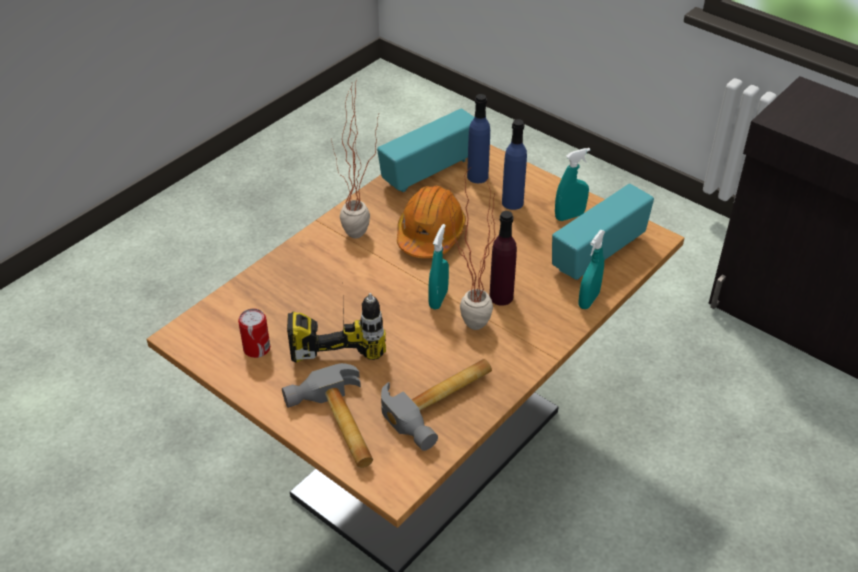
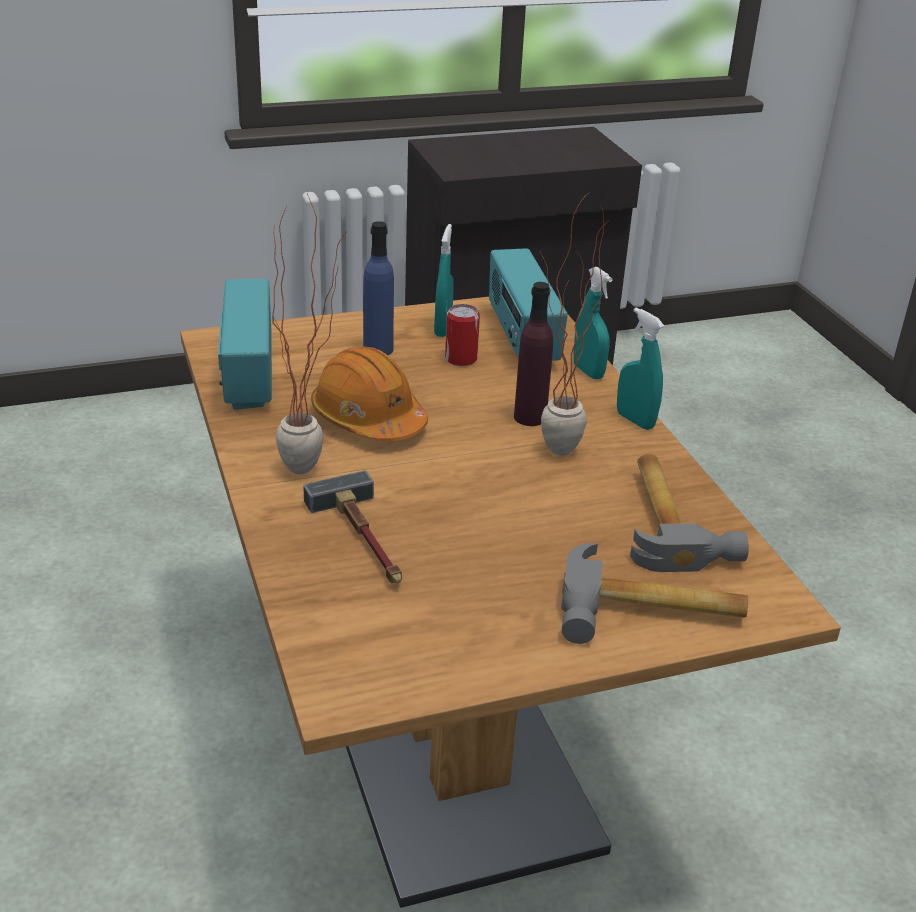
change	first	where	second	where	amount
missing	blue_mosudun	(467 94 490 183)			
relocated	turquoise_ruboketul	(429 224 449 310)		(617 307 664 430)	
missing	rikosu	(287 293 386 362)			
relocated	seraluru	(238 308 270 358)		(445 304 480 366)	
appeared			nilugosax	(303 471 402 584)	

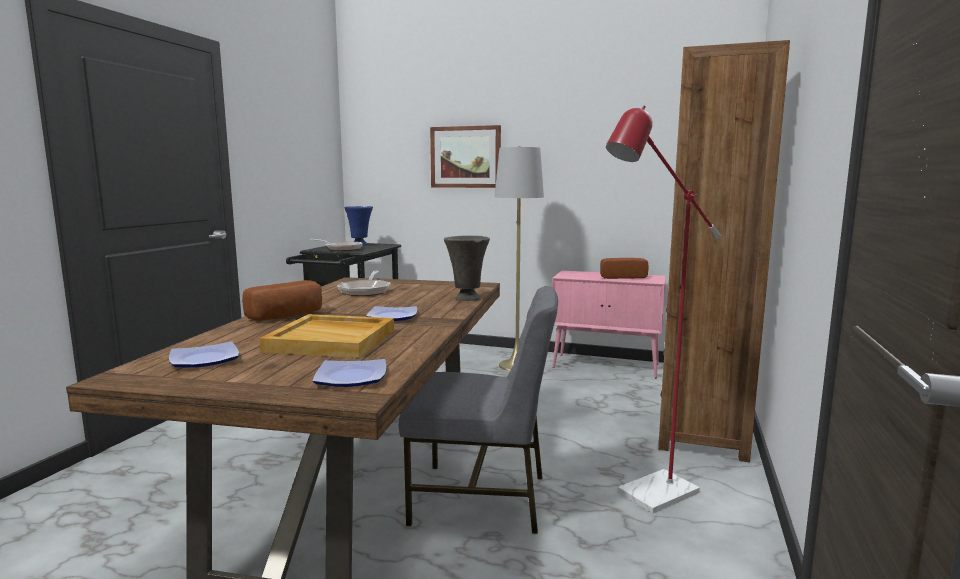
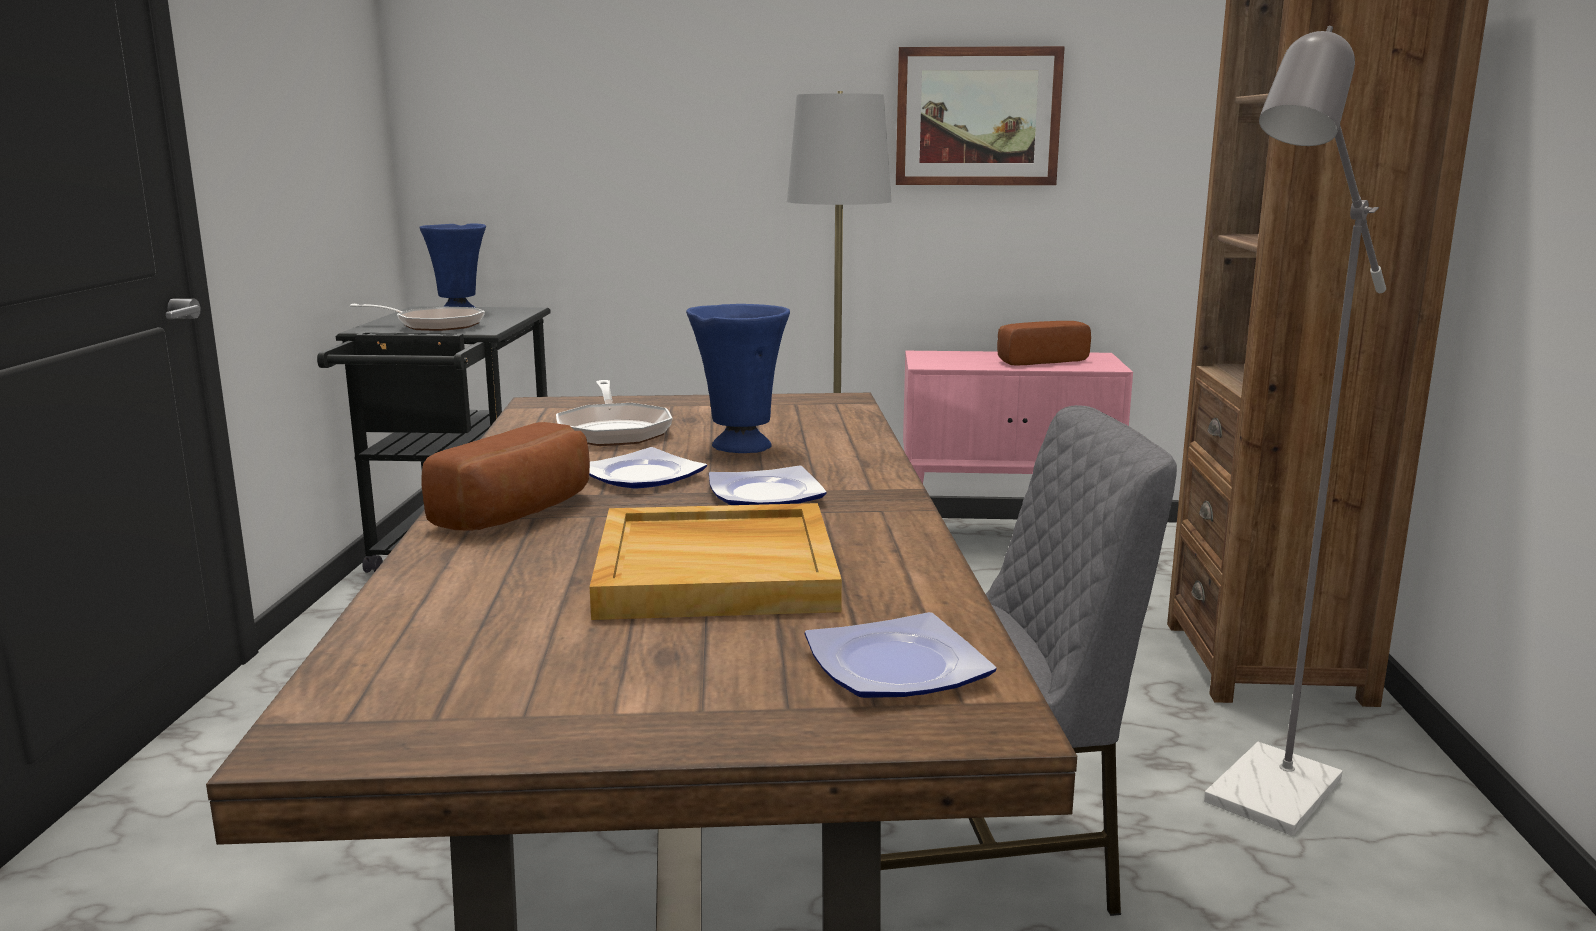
change	first	where	second	where	amount
colour	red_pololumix	(606 105 721 514)	grey_pololumix	(1204 26 1386 836)	
relocated	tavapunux	(430 125 501 188)		(896 46 1065 185)	
missing	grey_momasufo	(444 235 490 301)			
relocated	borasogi	(169 342 239 368)		(589 447 707 489)	
appeared			blue_momasufo	(686 304 790 453)	

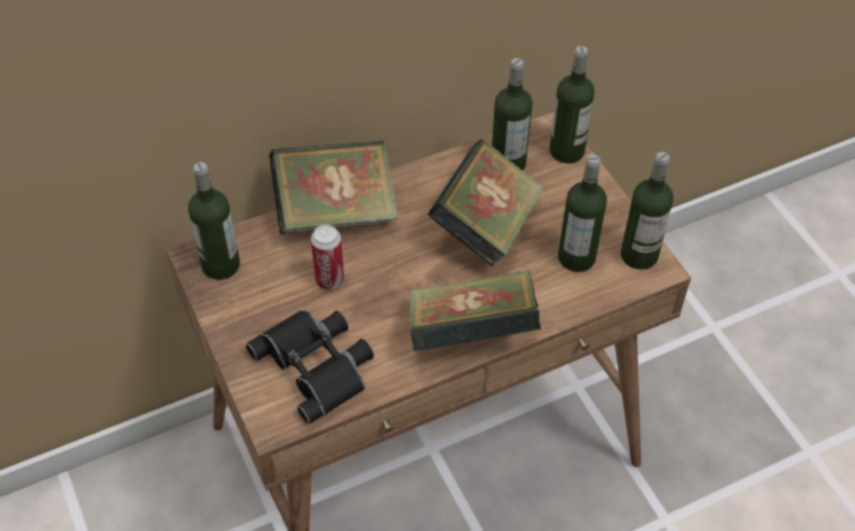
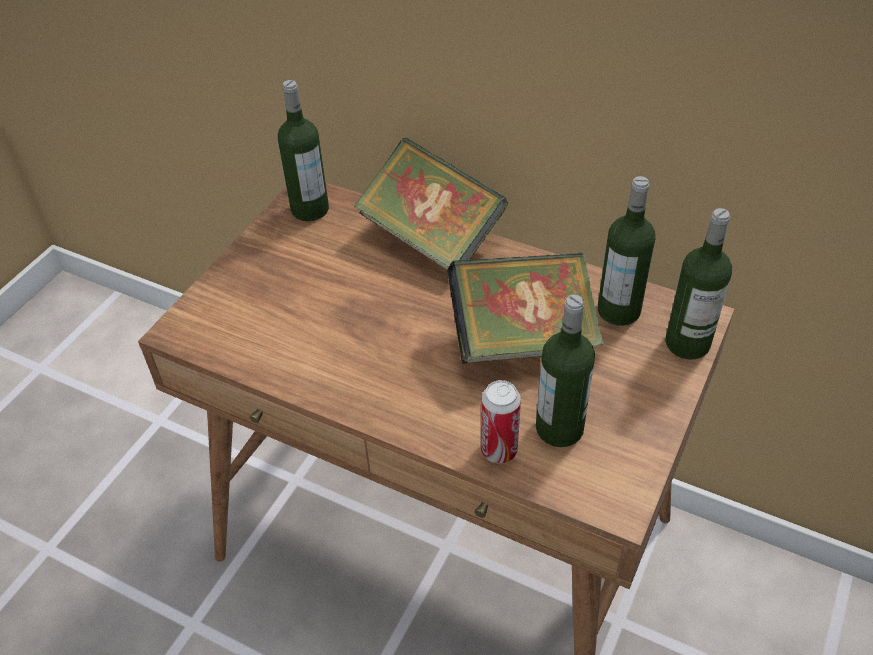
change	first	where	second	where	amount
missing	mosudun	(621 152 673 270)			
relocated	seraluru	(311 224 344 290)		(481 380 521 463)	
missing	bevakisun	(409 270 541 352)			
missing	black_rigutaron	(246 310 374 424)			

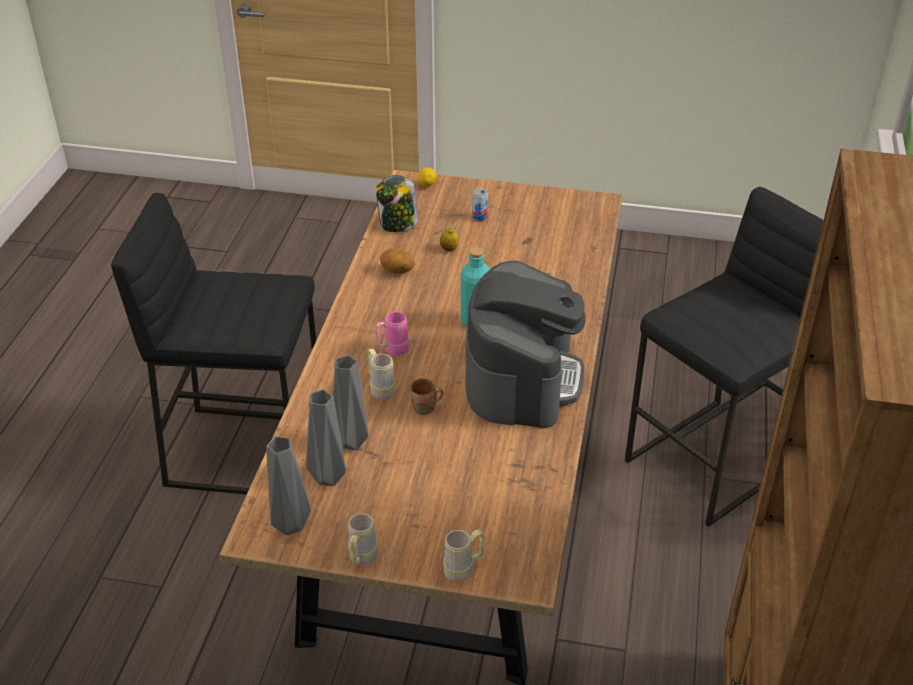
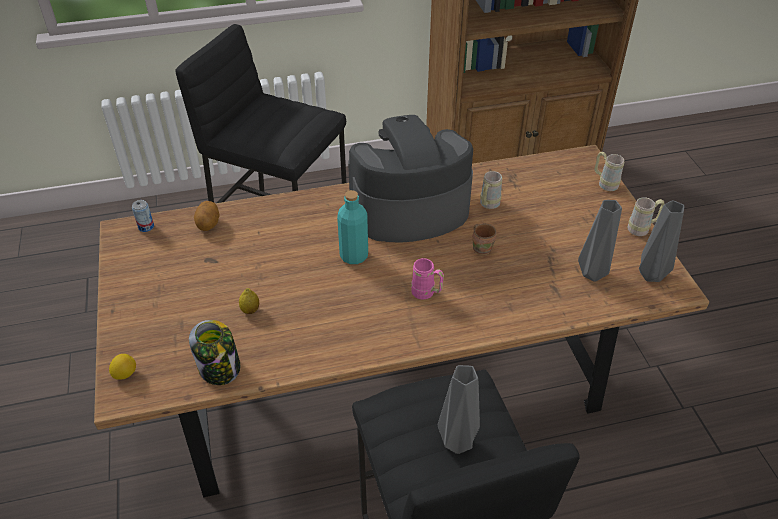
change	first	where	second	where	amount
relocated	seraluru	(472 188 488 221)		(132 200 154 232)	
relocated	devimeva	(380 249 415 274)		(194 201 220 231)	
relocated	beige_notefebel	(367 349 395 399)		(480 171 502 209)	
relocated	grey_momasufo	(333 355 369 450)		(438 365 480 454)	

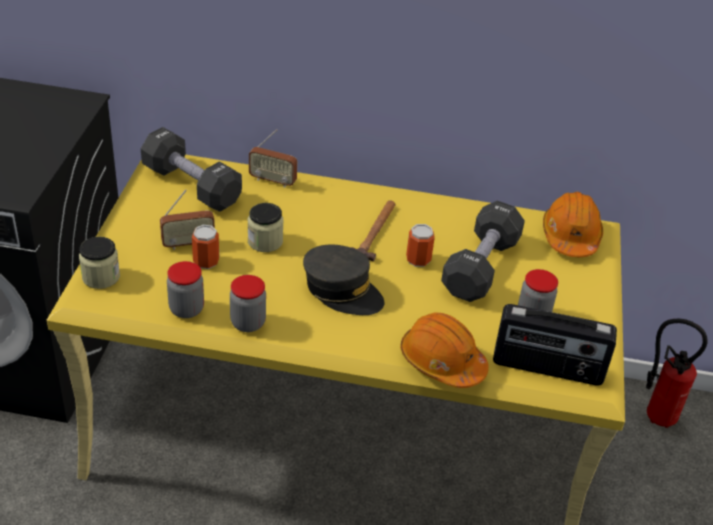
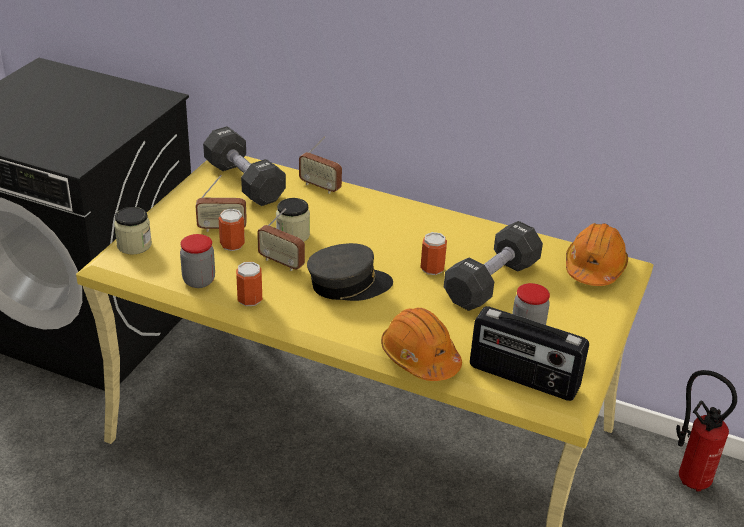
change	first	where	second	where	amount
missing	nilugosax	(351 200 395 261)			
spun	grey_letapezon	(303 245 384 315)		(307 243 393 301)	60 degrees counterclockwise
exchanged	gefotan	(230 275 266 332)	seraluru	(236 262 262 306)	
appeared			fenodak	(257 208 305 271)	

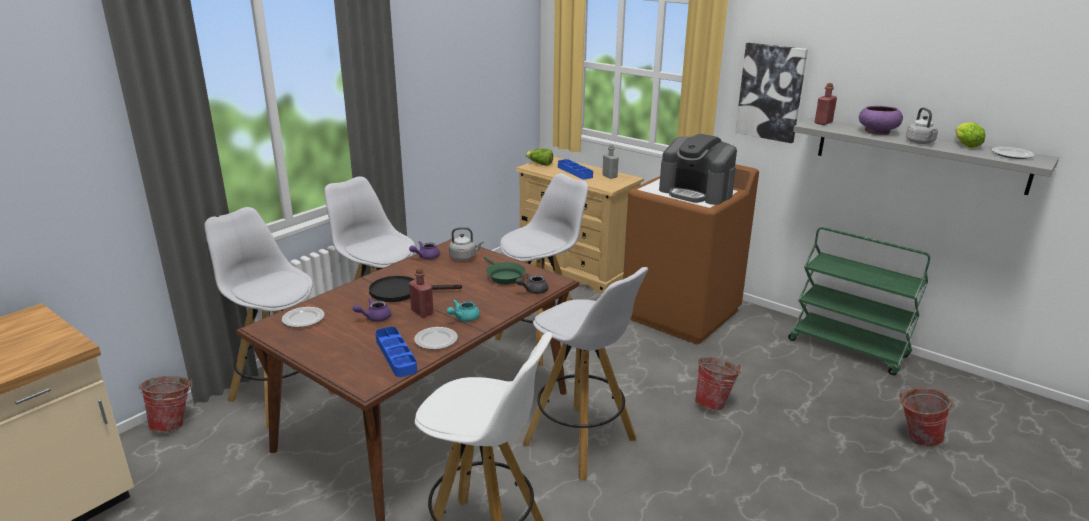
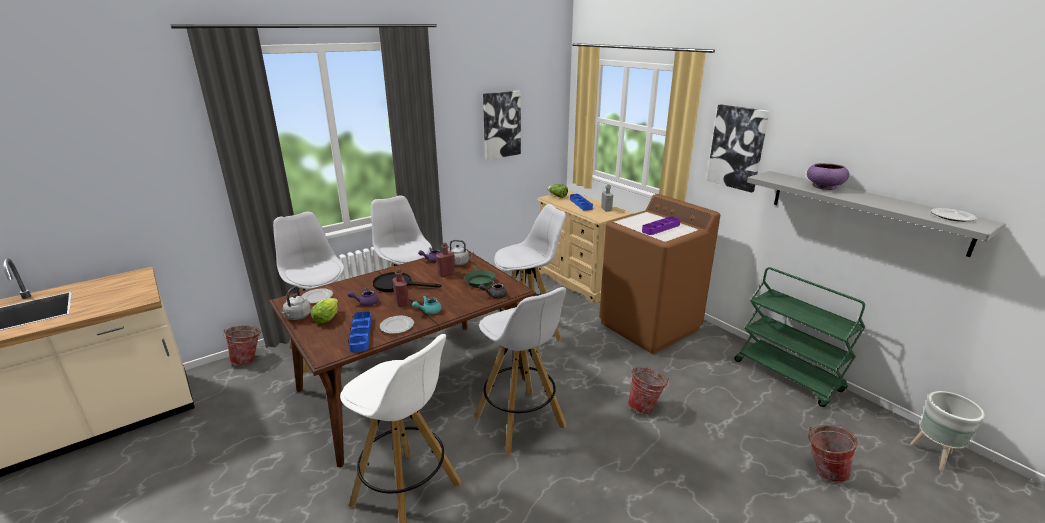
change	first	where	second	where	amount
relocated	red_mosudun	(815 83 837 125)		(436 243 455 277)	
relocated	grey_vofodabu	(906 107 938 144)		(281 286 311 320)	
relocated	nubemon	(955 122 986 148)		(311 298 338 323)	
exchanged	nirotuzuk	(659 134 737 205)	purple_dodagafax	(642 216 681 235)	
appeared			tavapunux	(483 91 521 160)	
appeared			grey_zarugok	(910 391 985 471)	

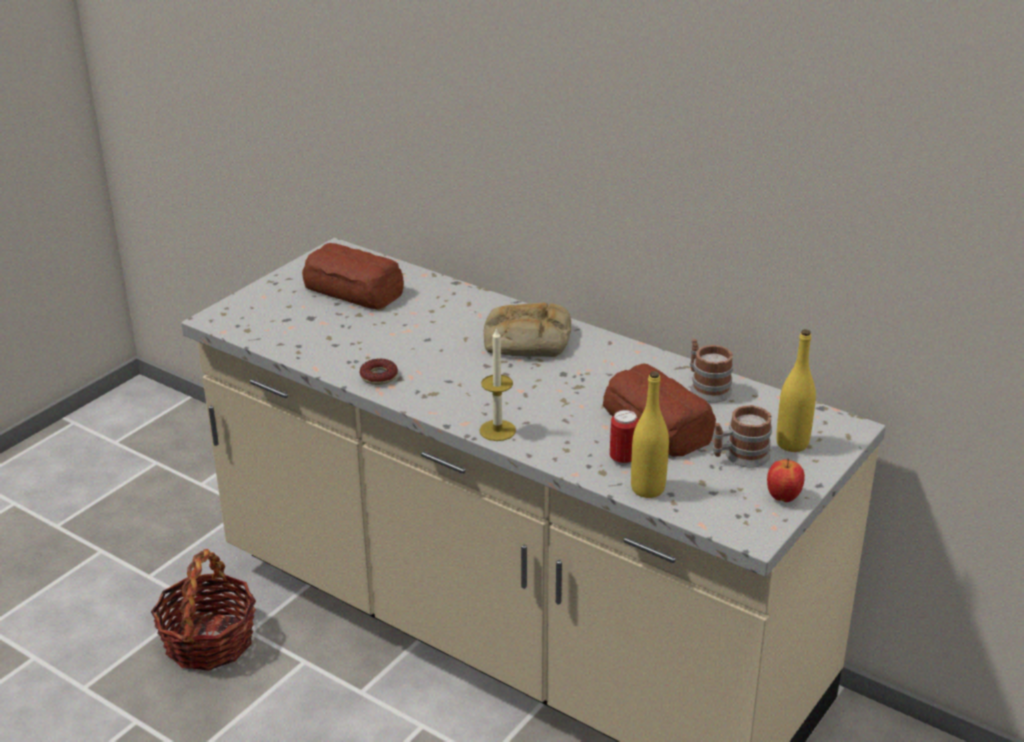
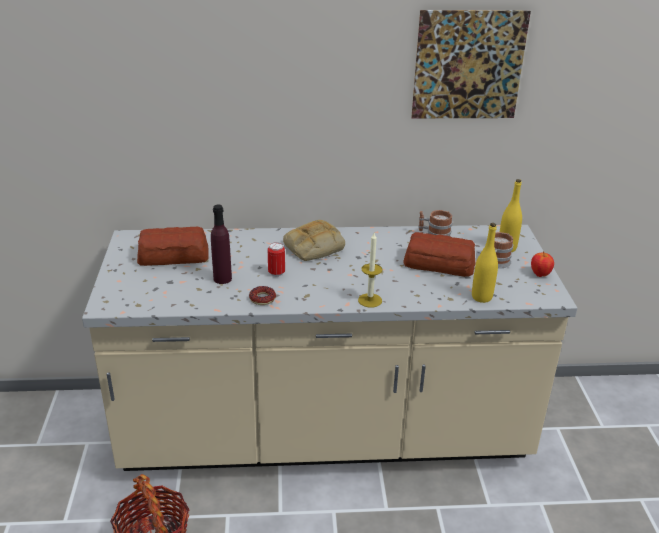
change	first	where	second	where	amount
relocated	seraluru	(610 410 639 466)		(268 242 285 277)	
appeared			tavapunux	(411 10 531 118)	
appeared			purple_mosudun	(211 204 232 284)	

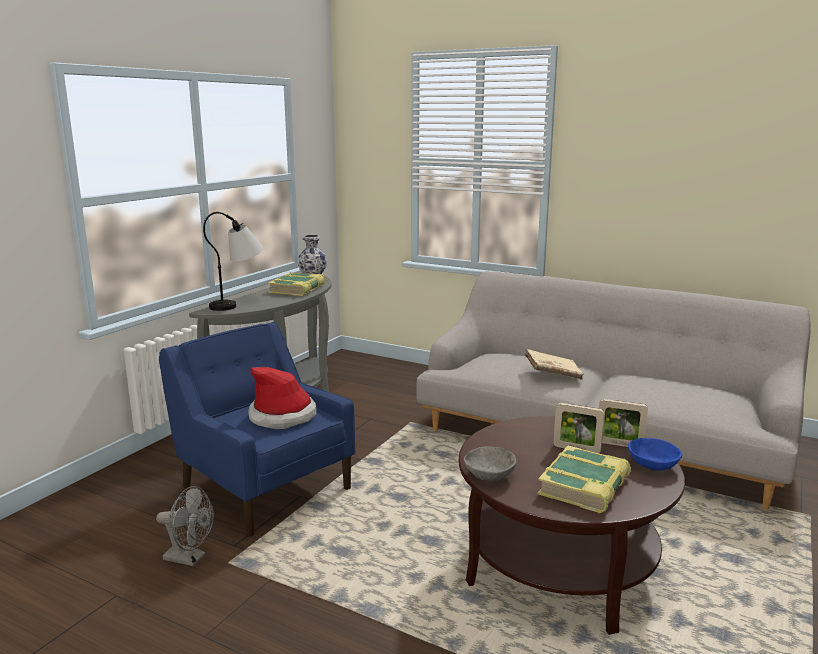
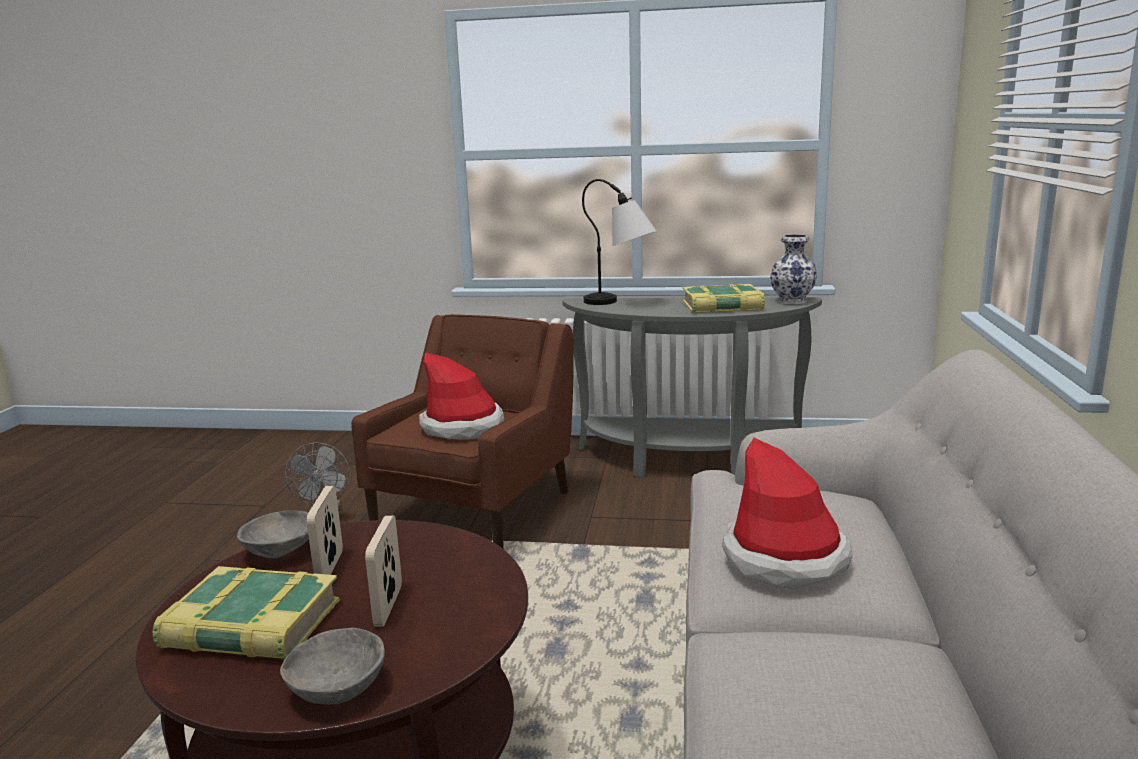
change	first	where	second	where	amount
colour	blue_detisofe	(159 322 355 537)	brown_detisofe	(351 314 574 549)	
exchanged	beige_bevakisun	(525 349 584 380)	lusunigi	(722 438 853 589)	
relocated	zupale	(599 399 648 447)		(307 486 343 575)	
colour	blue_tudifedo	(628 438 682 471)	grey_tudifedo	(280 628 385 705)	

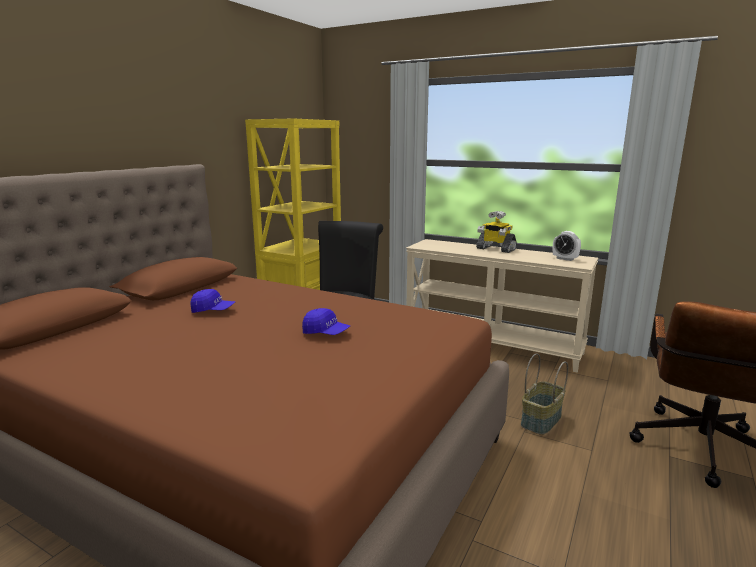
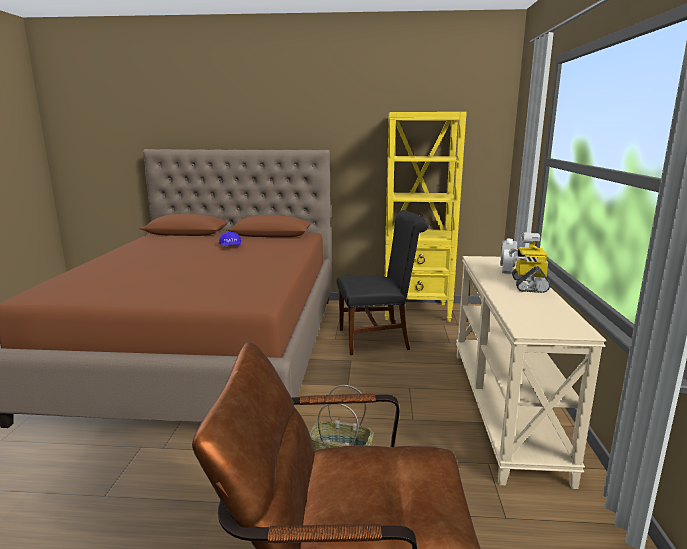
change	first	where	second	where	amount
relocated	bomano	(553 231 581 261)		(500 239 517 274)	
missing	blue_letapezon	(302 308 350 335)			

